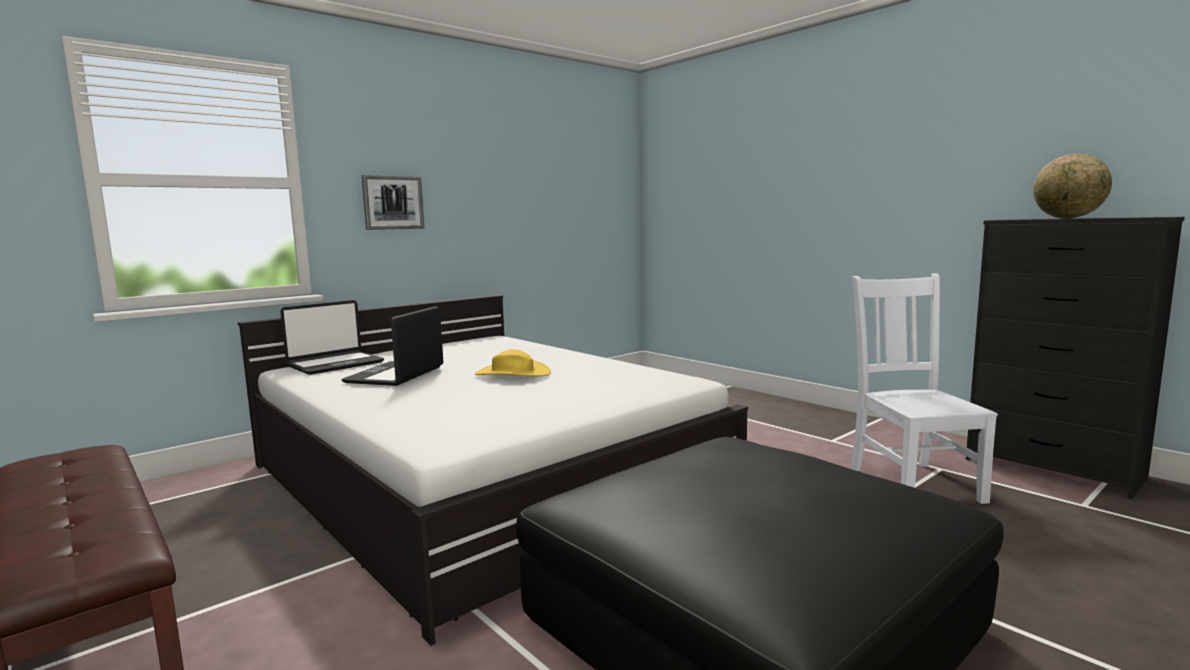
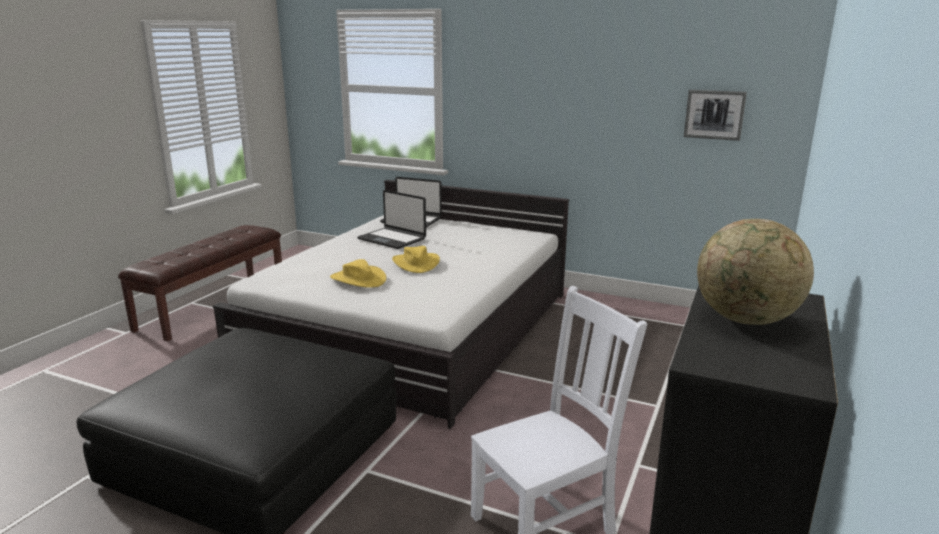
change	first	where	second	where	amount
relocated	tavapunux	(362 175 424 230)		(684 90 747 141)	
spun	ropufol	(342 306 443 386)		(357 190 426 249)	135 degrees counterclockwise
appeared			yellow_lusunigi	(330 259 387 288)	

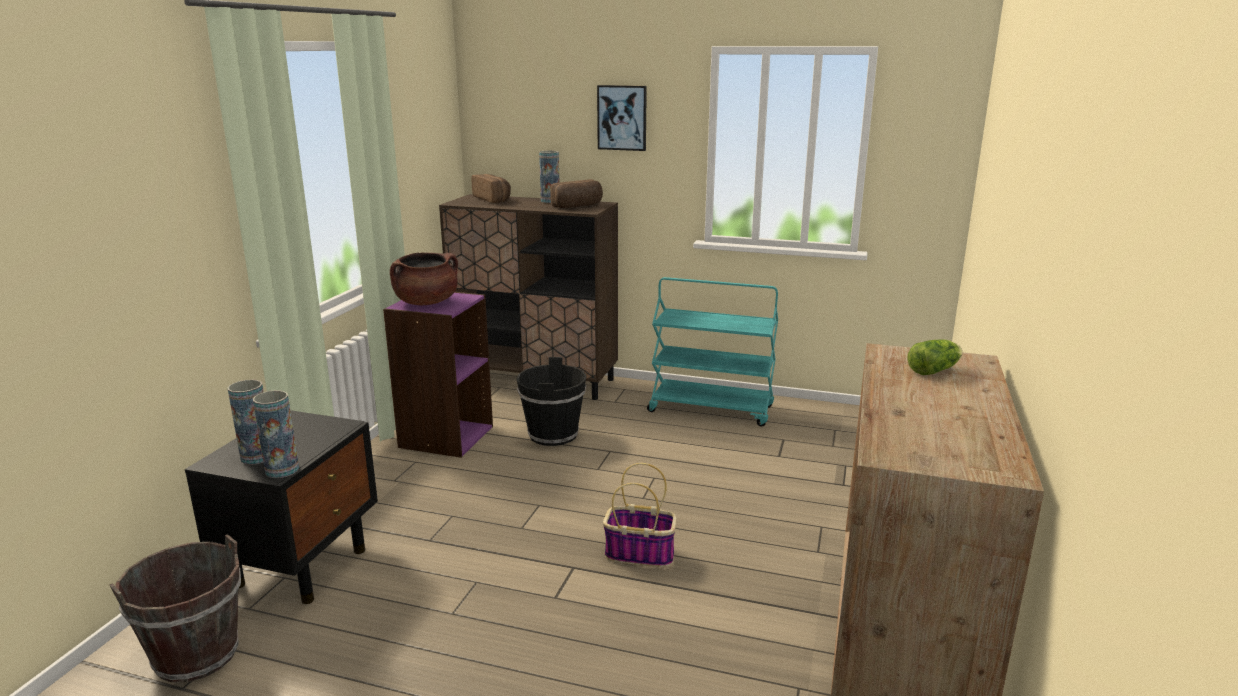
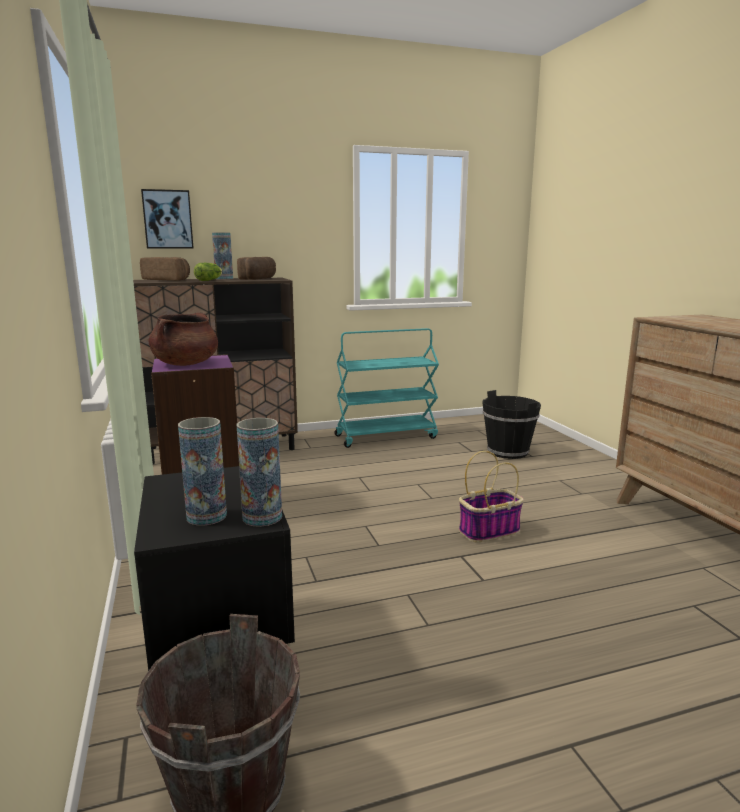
change	first	where	second	where	amount
relocated	tavapunux	(597 85 647 151)		(141 189 194 249)	
relocated	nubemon	(907 339 963 375)		(194 263 222 281)	
relocated	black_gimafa	(516 357 587 446)		(482 390 541 459)	

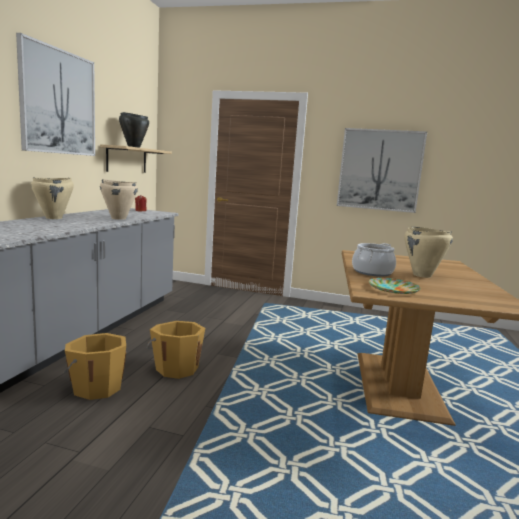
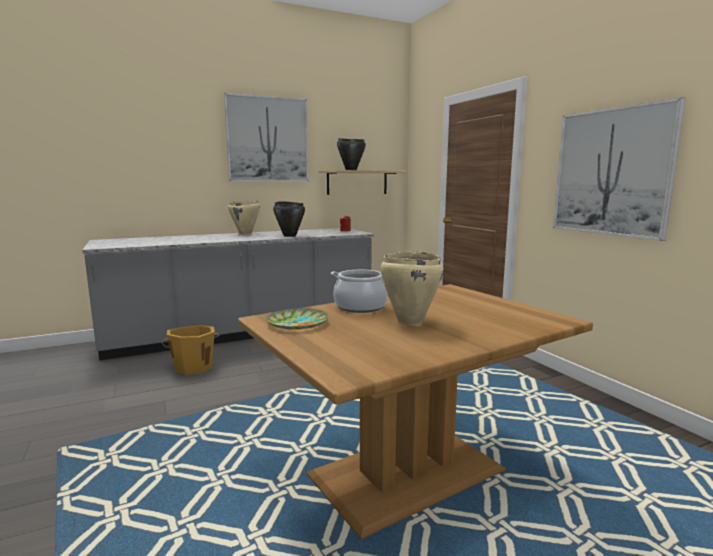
change	first	where	second	where	amount
colour	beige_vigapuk	(100 179 138 220)	black_vigapuk	(273 201 305 237)	
missing	orange_gimafa	(147 321 205 379)			

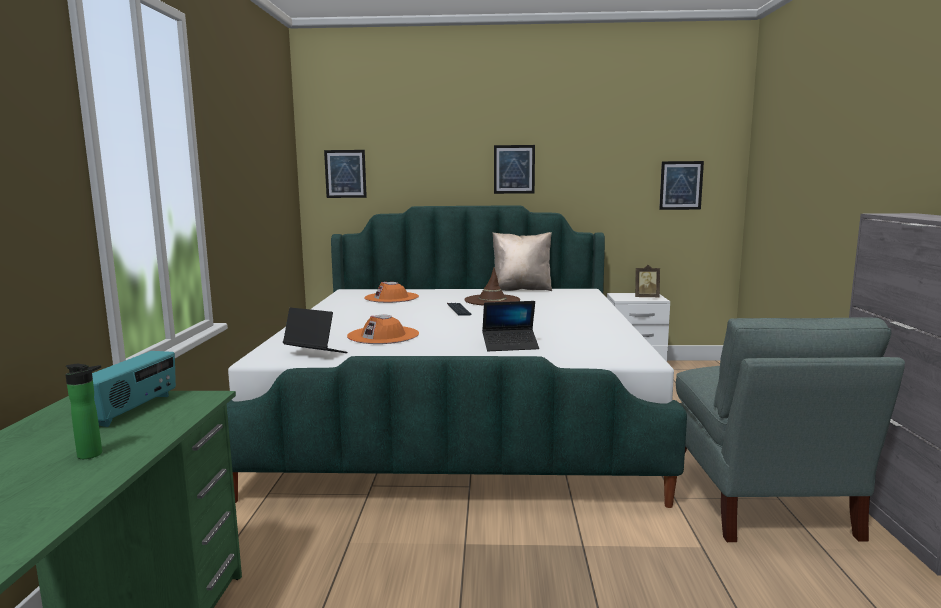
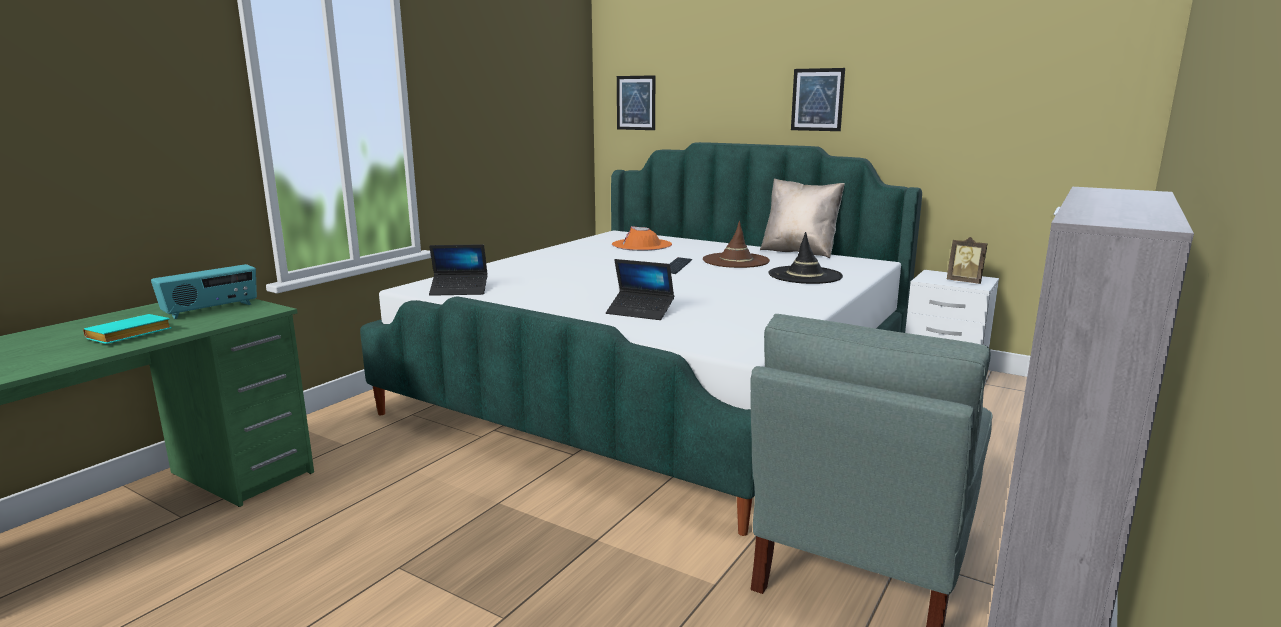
change	first	where	second	where	amount
missing	tavapunux	(659 161 704 210)			
spun	ropufol	(283 307 348 353)		(429 244 488 296)	120 degrees clockwise
missing	orange_lusunigi	(347 314 419 344)			
exchanged	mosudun	(66 364 102 459)	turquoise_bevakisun	(83 314 172 344)	
appeared			black_lusunigi	(768 232 843 284)	

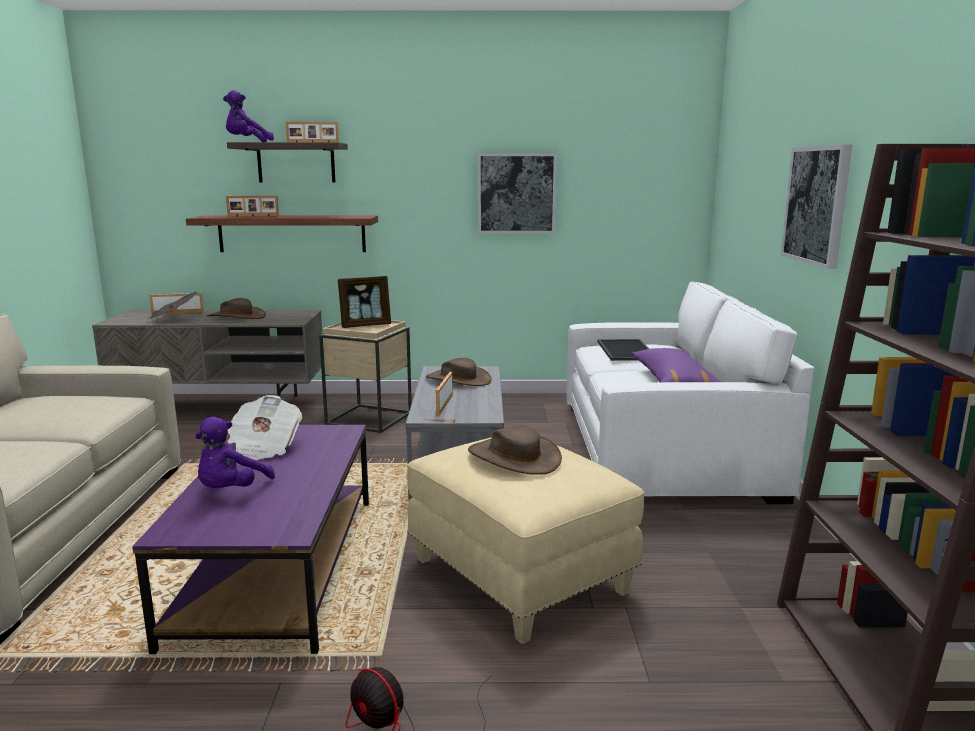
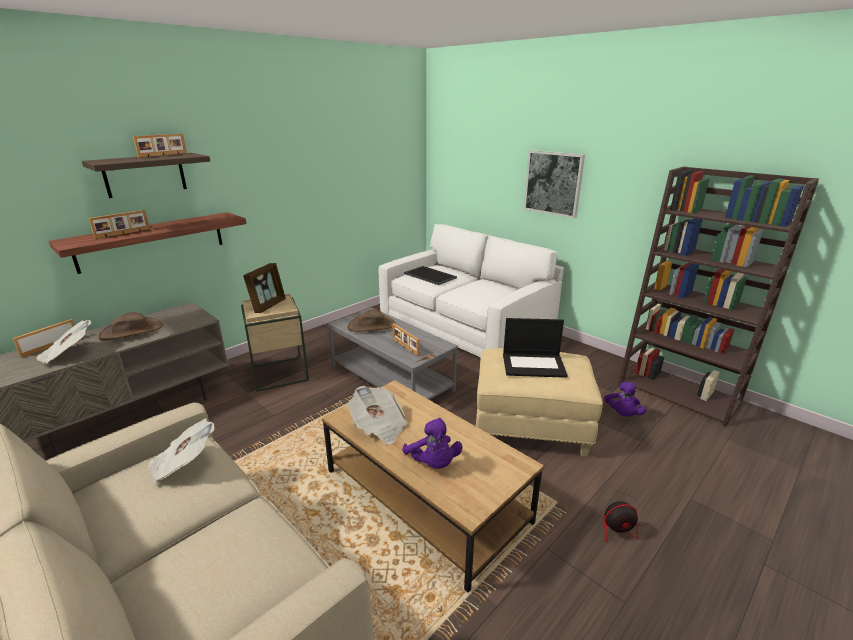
change	first	where	second	where	amount
relocated	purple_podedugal	(223 90 274 142)		(604 382 647 417)	
missing	tavapunux	(478 153 557 233)			
missing	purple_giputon	(632 348 722 382)			
colour	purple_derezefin	(132 425 369 654)	brown_derezefin	(322 380 544 592)	
exchanged	brown_lusunigi	(468 425 562 475)	ropufol	(503 318 568 378)	
appeared			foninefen	(148 419 214 484)	

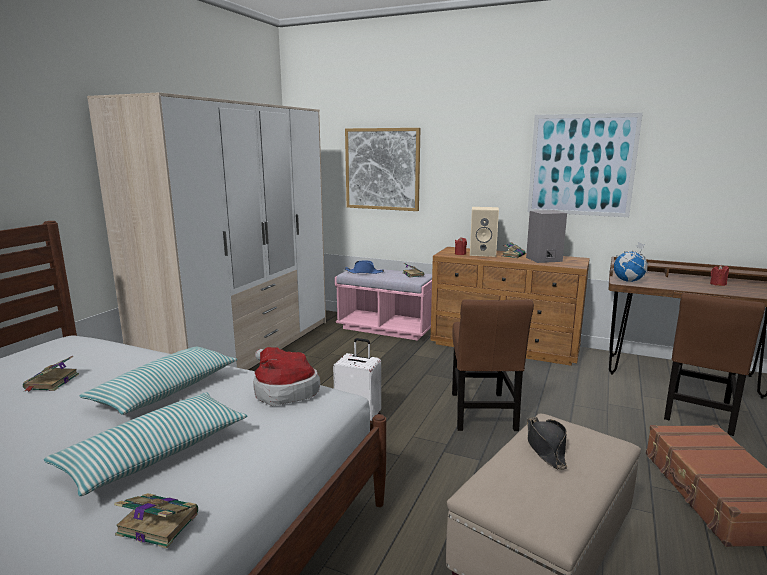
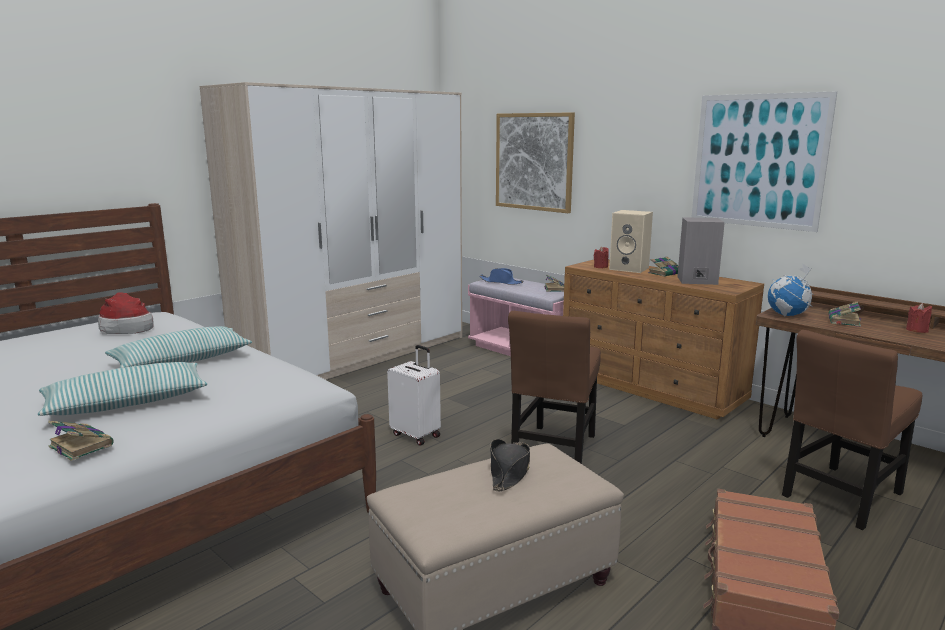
change	first	where	second	where	amount
relocated	lusunigi	(253 347 320 406)		(98 292 154 334)	
relocated	bevakisun	(23 356 79 392)		(828 301 861 327)	

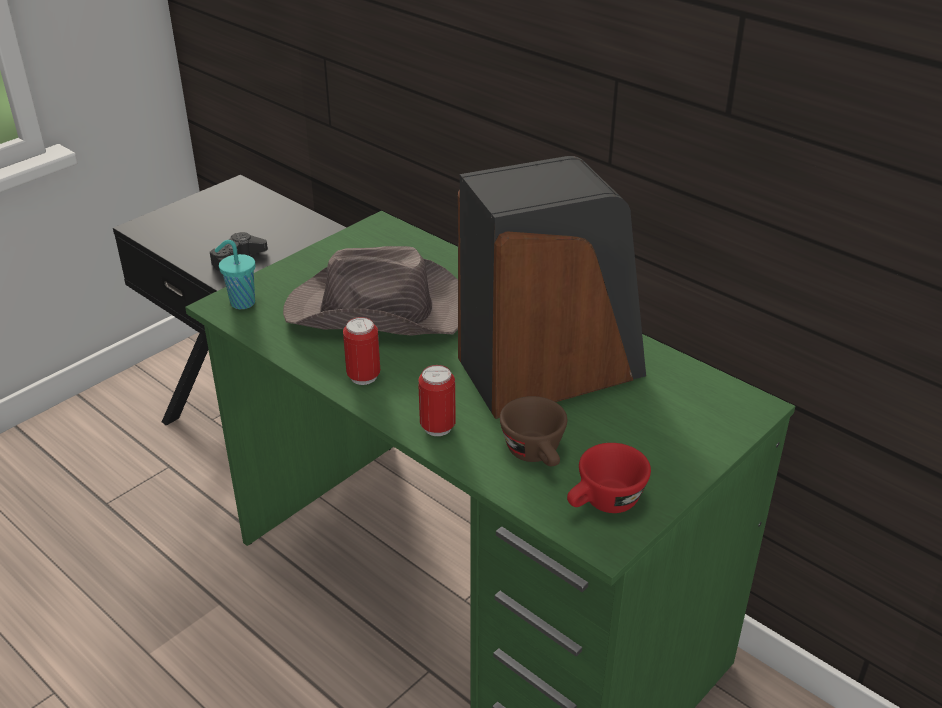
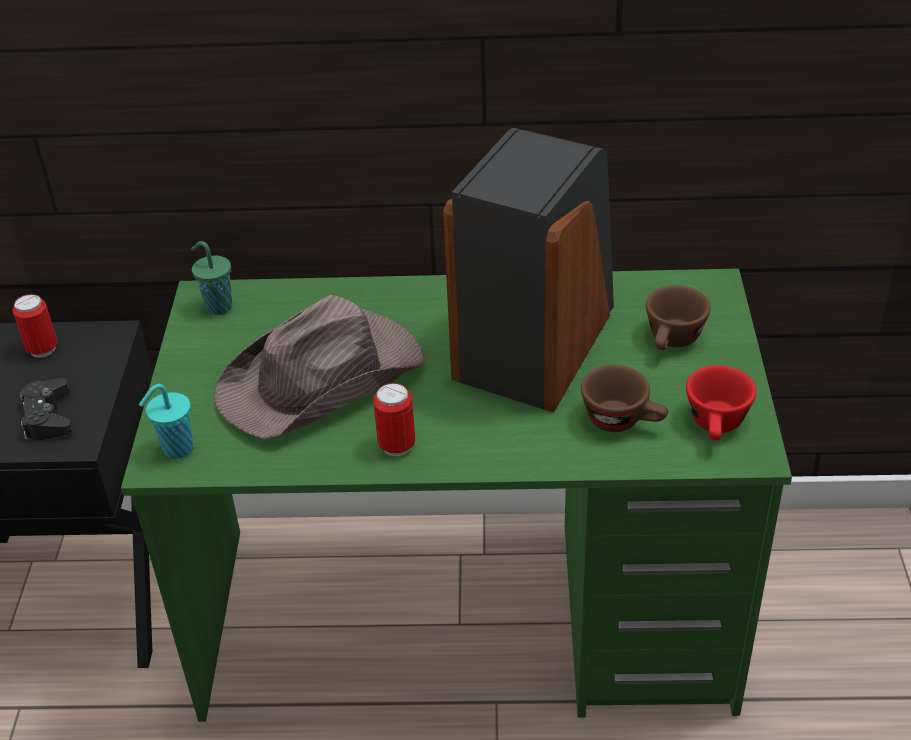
change	first	where	second	where	amount
relocated	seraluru	(419 365 456 436)		(13 294 57 358)	
appeared			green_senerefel	(191 241 232 315)	
appeared			brown_senerefel	(646 285 711 350)	

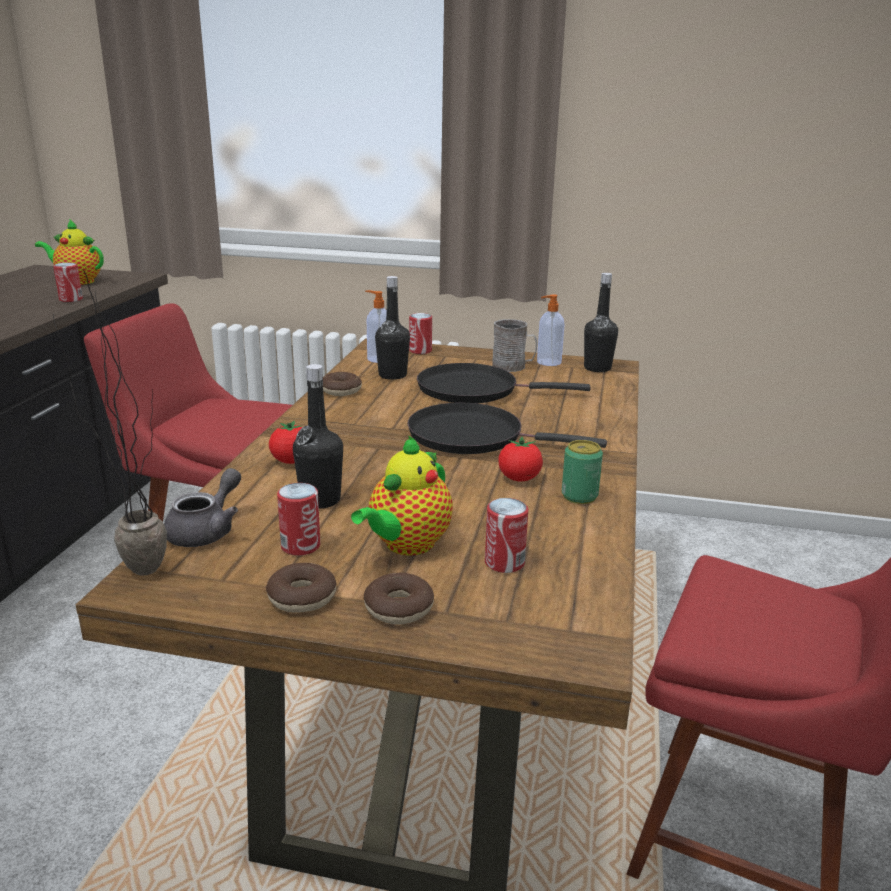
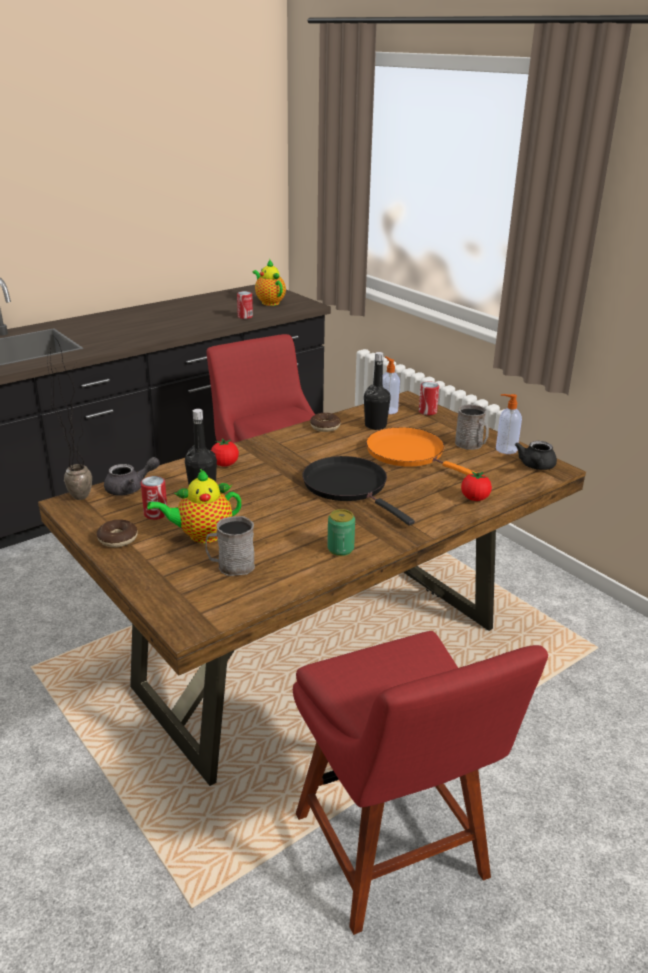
change	first	where	second	where	amount
exchanged	black_mosudun	(584 273 618 372)	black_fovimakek	(515 441 557 470)	
colour	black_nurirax	(417 363 591 403)	orange_nurirax	(366 427 477 475)	
relocated	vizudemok	(498 437 543 482)		(461 471 492 501)	
exchanged	seraluru	(485 498 528 573)	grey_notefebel	(205 516 255 576)	
missing	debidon	(364 573 434 625)			

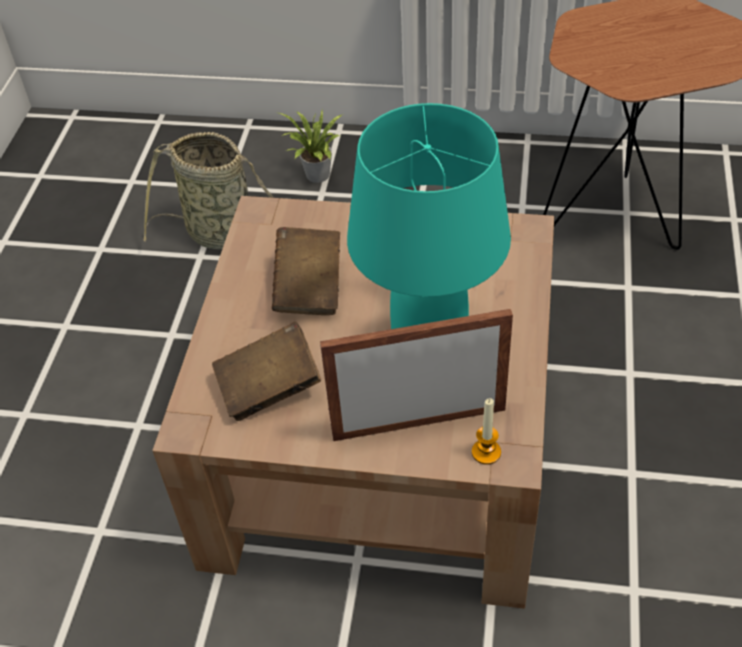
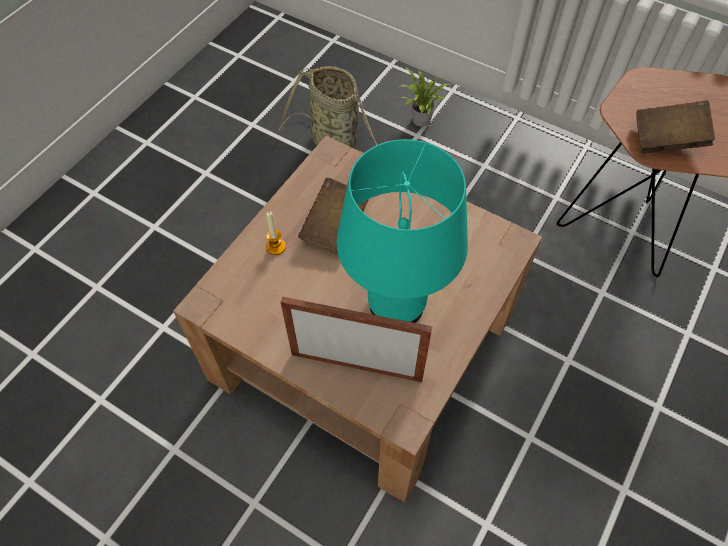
change	first	where	second	where	amount
relocated	brown_bevakisun	(212 322 321 421)		(636 100 715 154)	
relocated	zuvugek	(472 398 501 465)		(266 211 286 255)	

